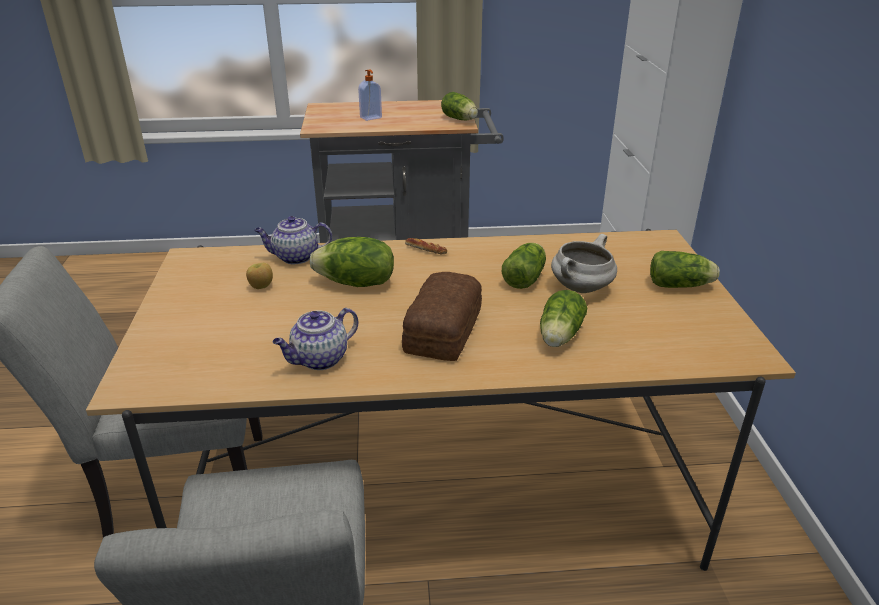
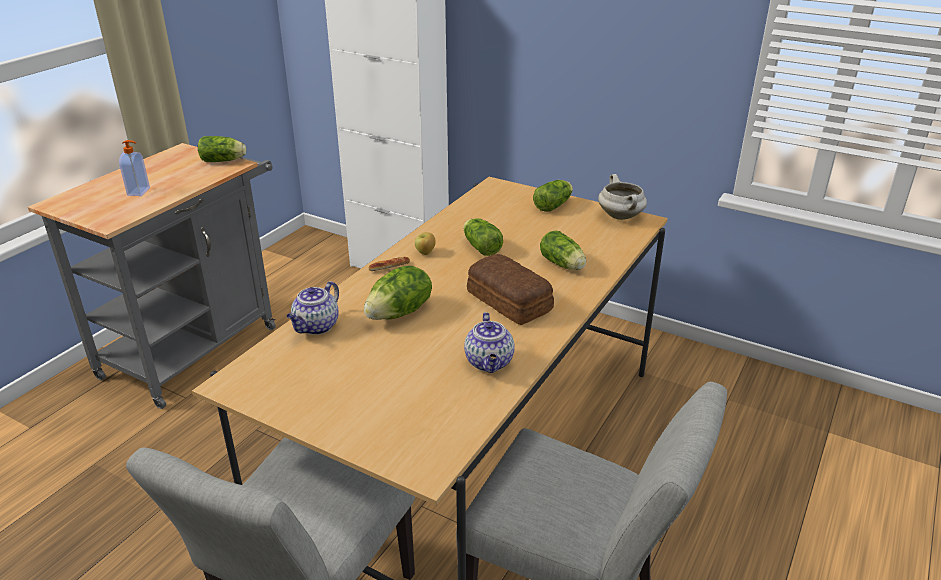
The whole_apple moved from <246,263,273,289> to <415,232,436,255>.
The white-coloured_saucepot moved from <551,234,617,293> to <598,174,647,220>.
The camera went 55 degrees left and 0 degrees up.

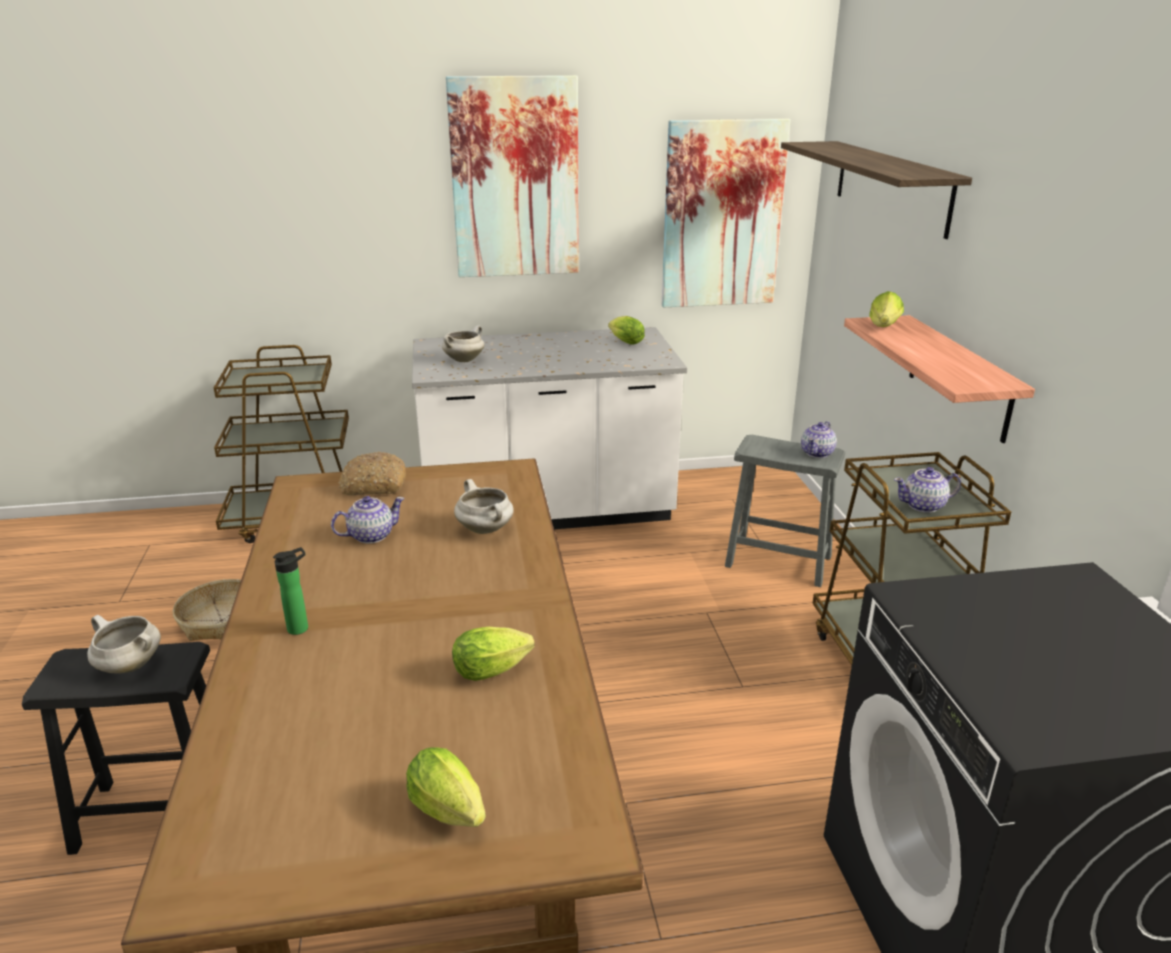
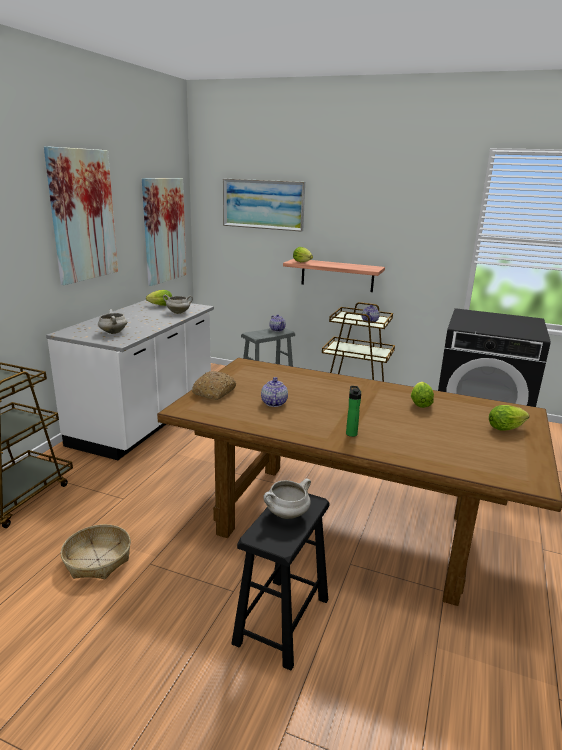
The white-coloured_saucepot moved from <454,479,514,534> to <163,295,193,314>.
The shelf at <781,141,972,239> was replaced by the wall_art at <223,179,305,232>.
The camera went 60 degrees left and 5 degrees down.

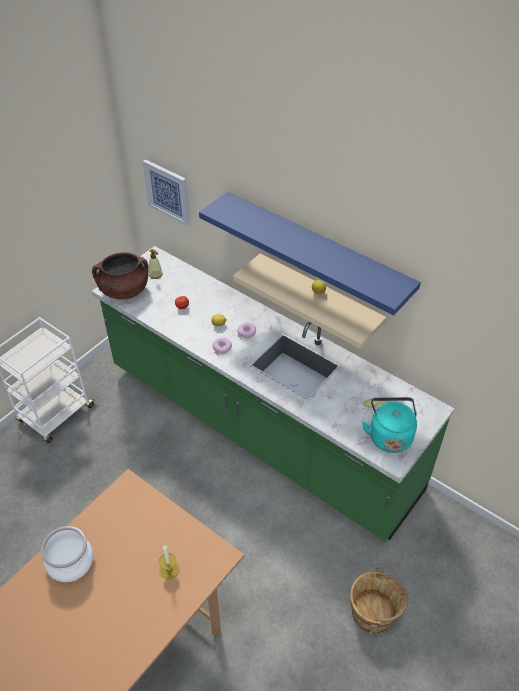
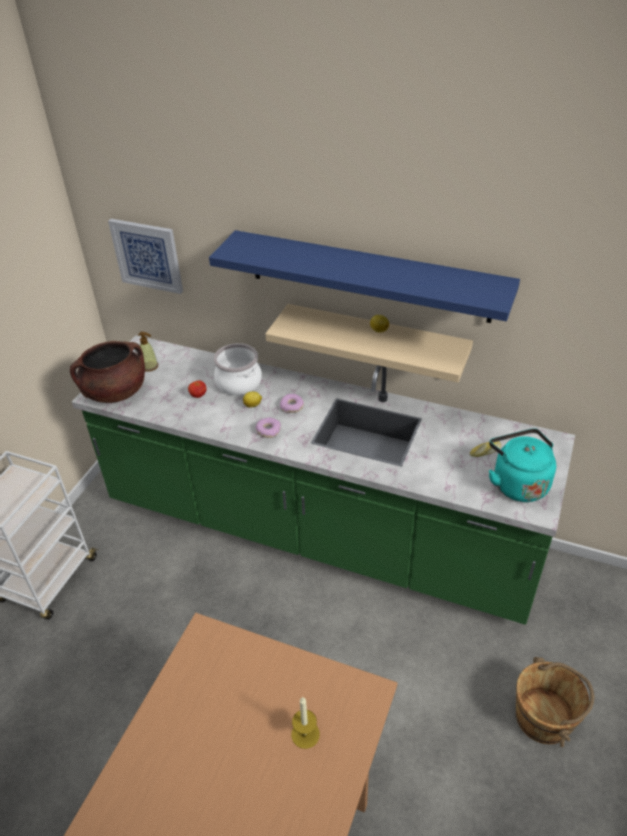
The saucepot moved from <41,526,93,582> to <214,343,262,396>.
The camera went 15 degrees left and 5 degrees down.

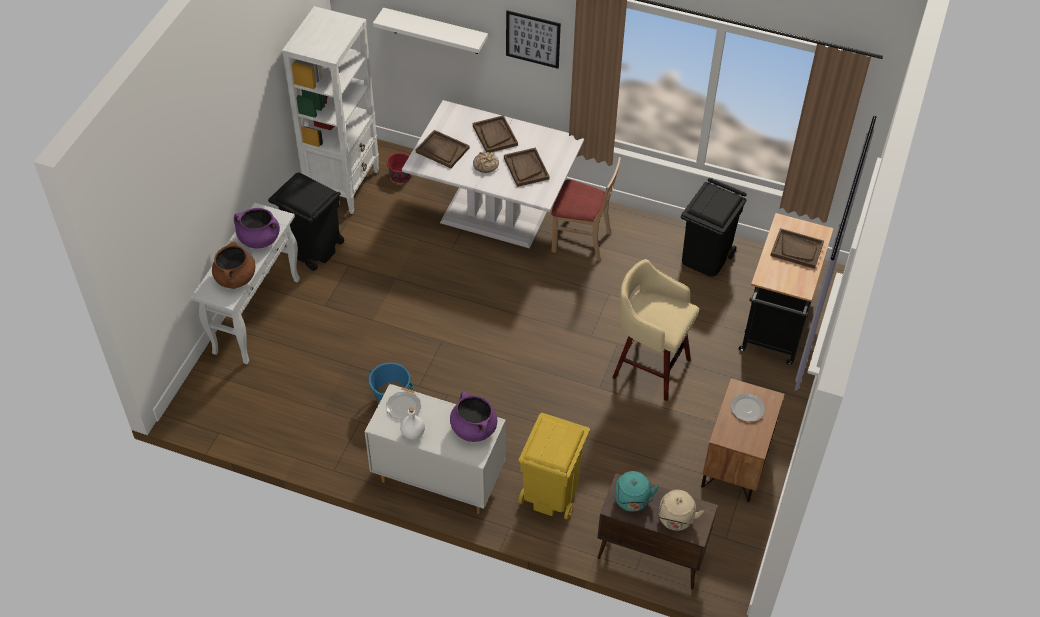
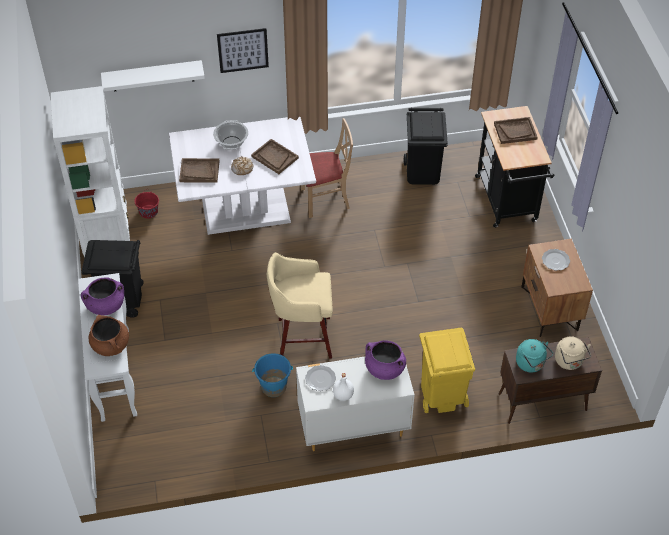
The beige-coloured_stool moved from <612,259,699,401> to <267,252,333,359>.
The brown_carrying_tray at <473,115,518,153> was replaced by the saucepot at <213,120,248,150>.
The camera went 30 degrees left and 0 degrees up.

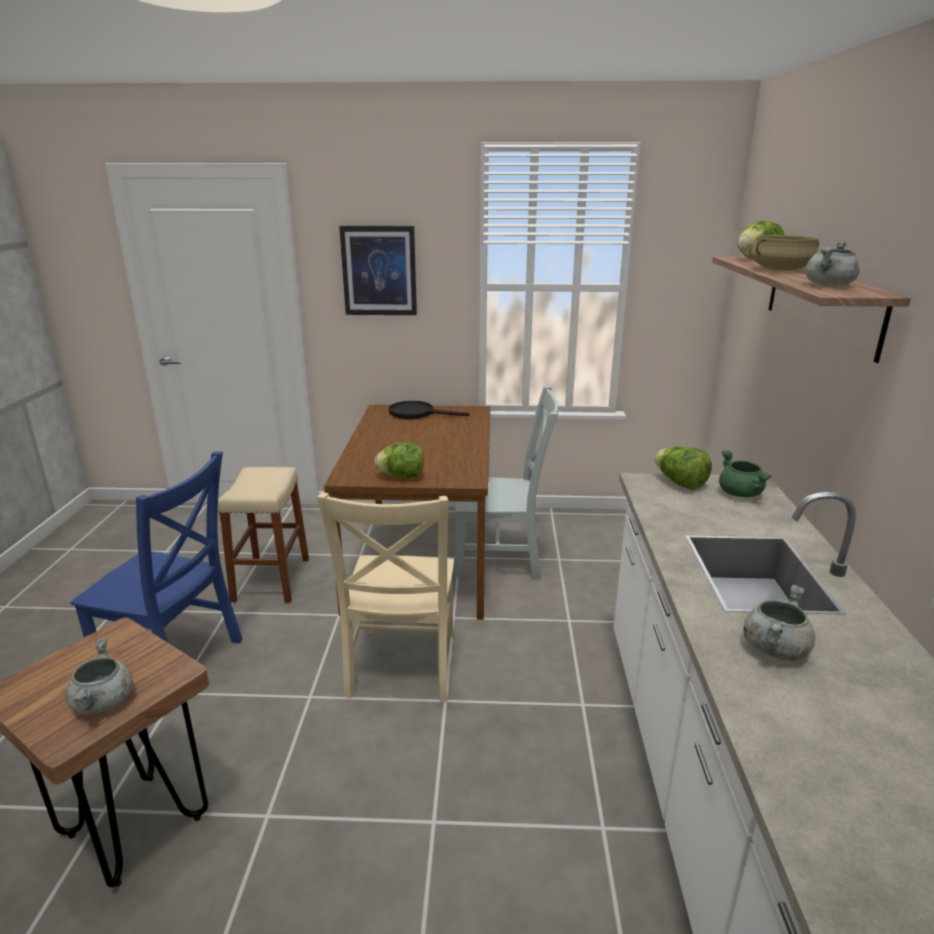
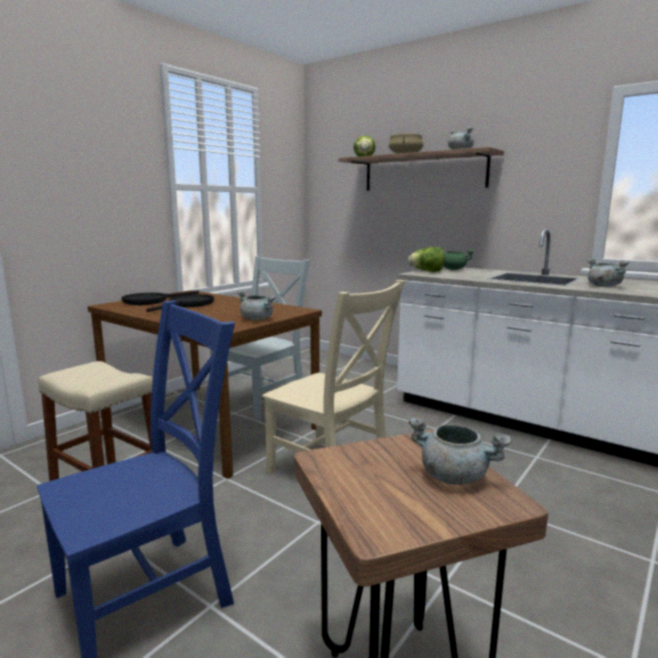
The wall_art at <339,226,417,315> disappeared.
The black_pan at <146,294,214,312> appeared.
The lettuce at <374,442,424,479> was replaced by the grey_saucepot at <237,290,276,320>.
The camera went 55 degrees left and 10 degrees down.

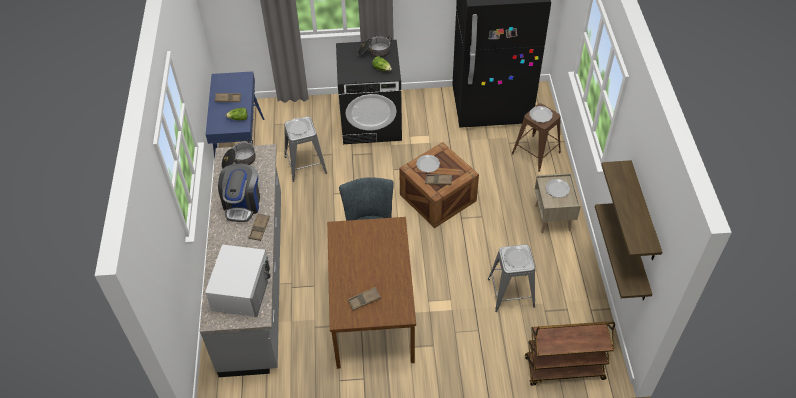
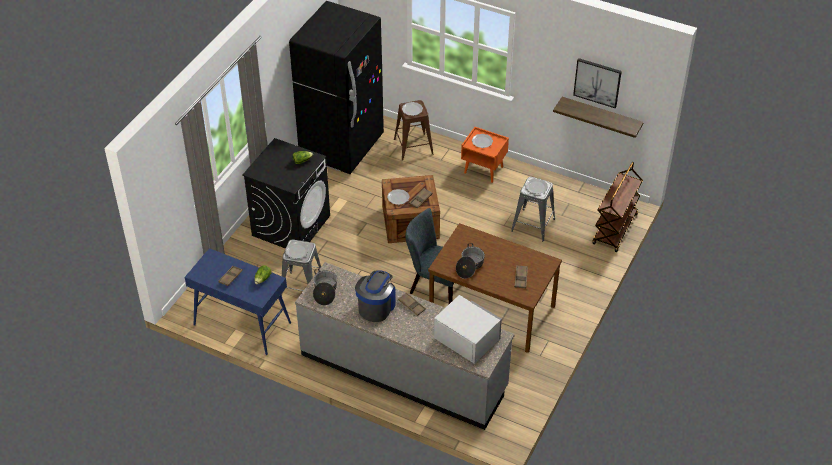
The saucepot moved from <357,36,392,58> to <456,243,485,279>.
The shelf at <601,160,662,260> was replaced by the wall_art at <573,58,622,108>.
The beige-coloured_nightstand at <535,173,581,233> became the orange-coloured_nightstand at <461,127,509,183>.
The coffee_machine at <218,164,260,222> turned 105 degrees counterclockwise.
The camera went 60 degrees left and 5 degrees down.

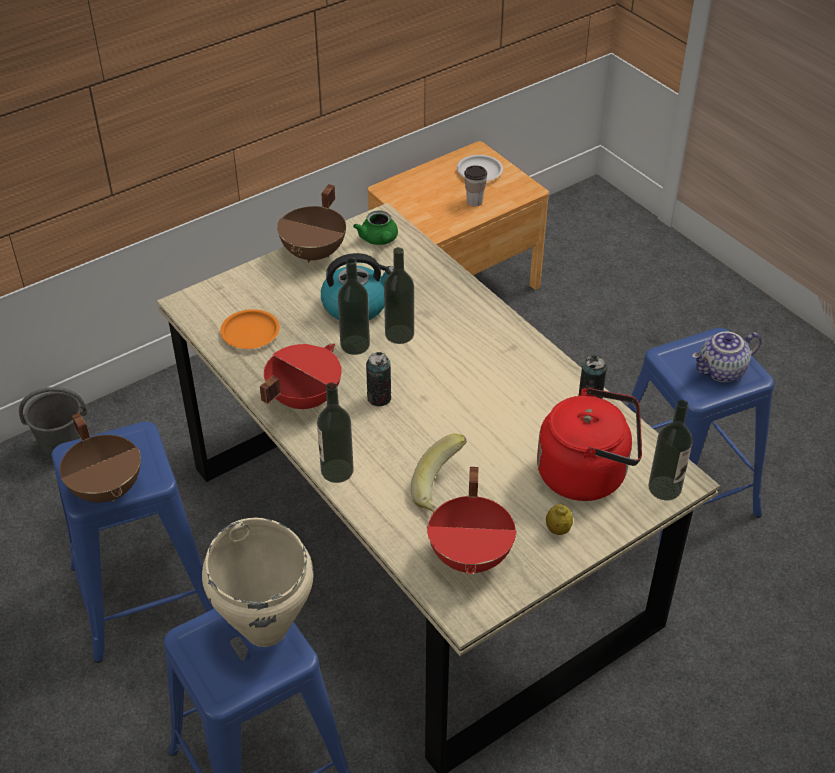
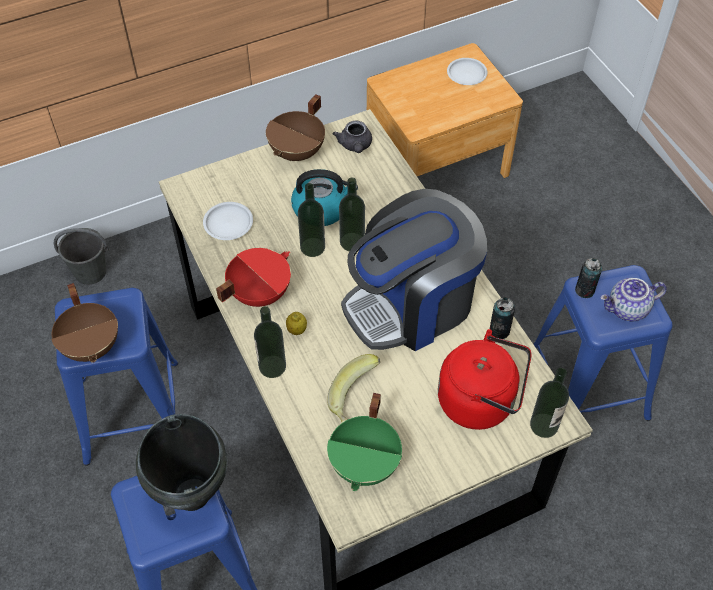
The cup at <464,165,487,206> disappeared.
The coffee_machine at <341,189,487,351> appeared.
The can moved from <366,352,391,406> to <575,258,602,298>.
The citrus_fruit moved from <546,504,573,535> to <286,312,307,335>.
The beige-coloured_saucepot at <202,518,314,647> became the black_saucepot at <136,414,228,511>.
The orange-coloured_flat_dish at <220,309,280,349> became the white-coloured_flat_dish at <203,202,253,240>.
The greenish_pot_for_tea at <353,211,398,245> became the grey_pot_for_tea at <333,120,372,153>.
The reddish_saucepot at <427,467,517,574> became the greenish_saucepot at <327,393,402,491>.
The camera went 10 degrees right and 10 degrees up.

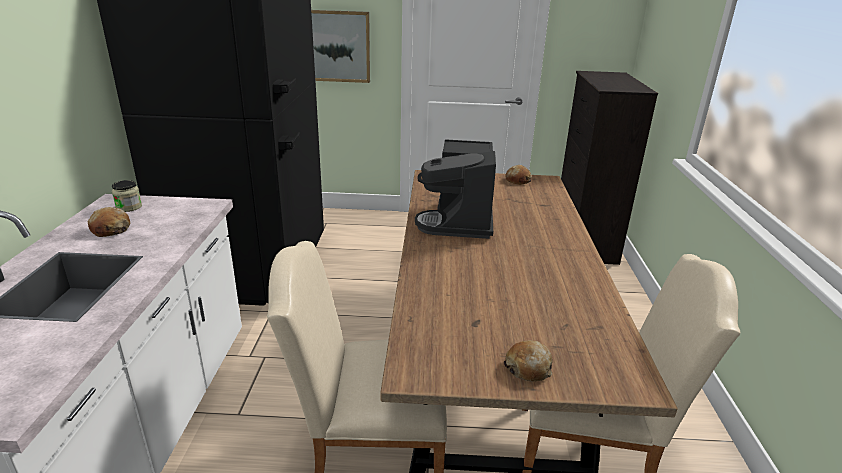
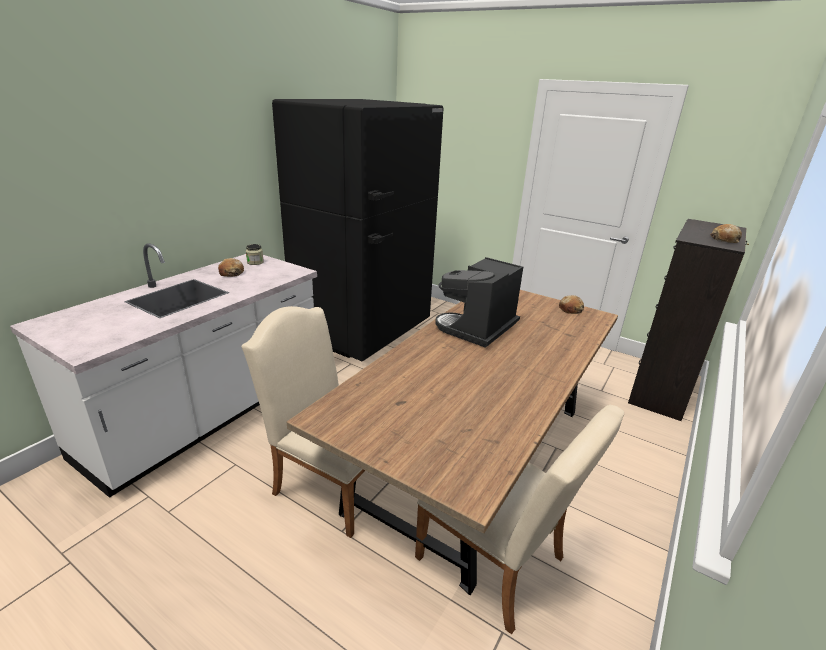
The wall_art at <311,10,370,83> disappeared.
The baked_bread moved from <504,341,553,382> to <710,224,742,243>.
The camera went 30 degrees right and 0 degrees up.

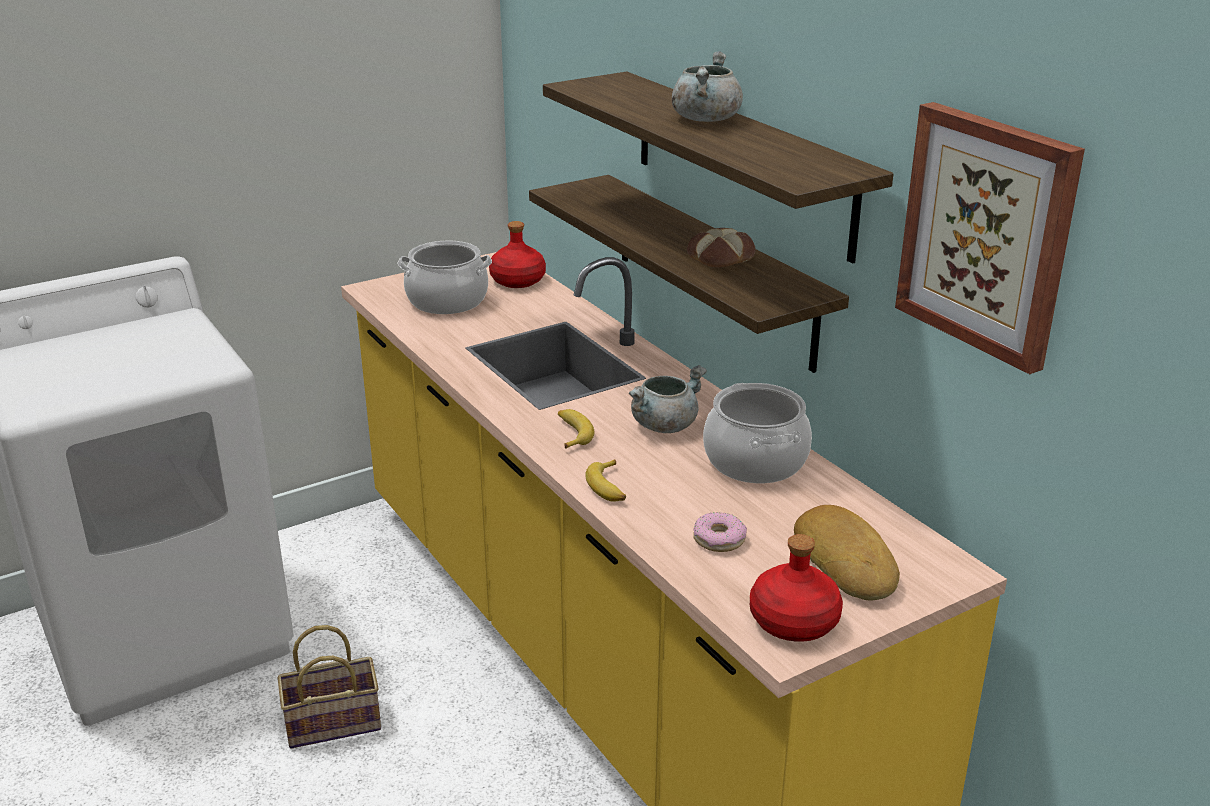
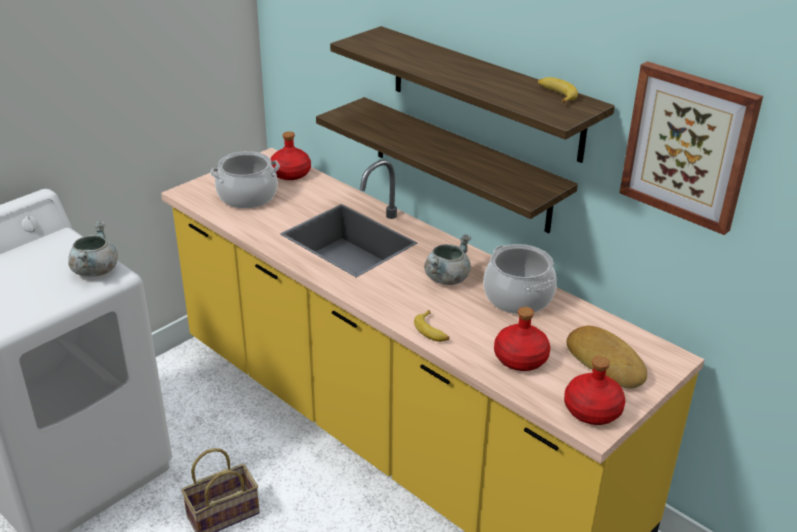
The baked_bread at <687,228,755,268> disappeared.
The banana_fruit moved from <558,409,594,449> to <538,77,578,103>.
The grey_saucepot moved from <672,51,743,122> to <68,221,118,277>.
The ring_doughnut at <693,512,747,552> was replaced by the reddish_bottle at <494,307,550,371>.
The camera went 15 degrees left and 5 degrees up.

